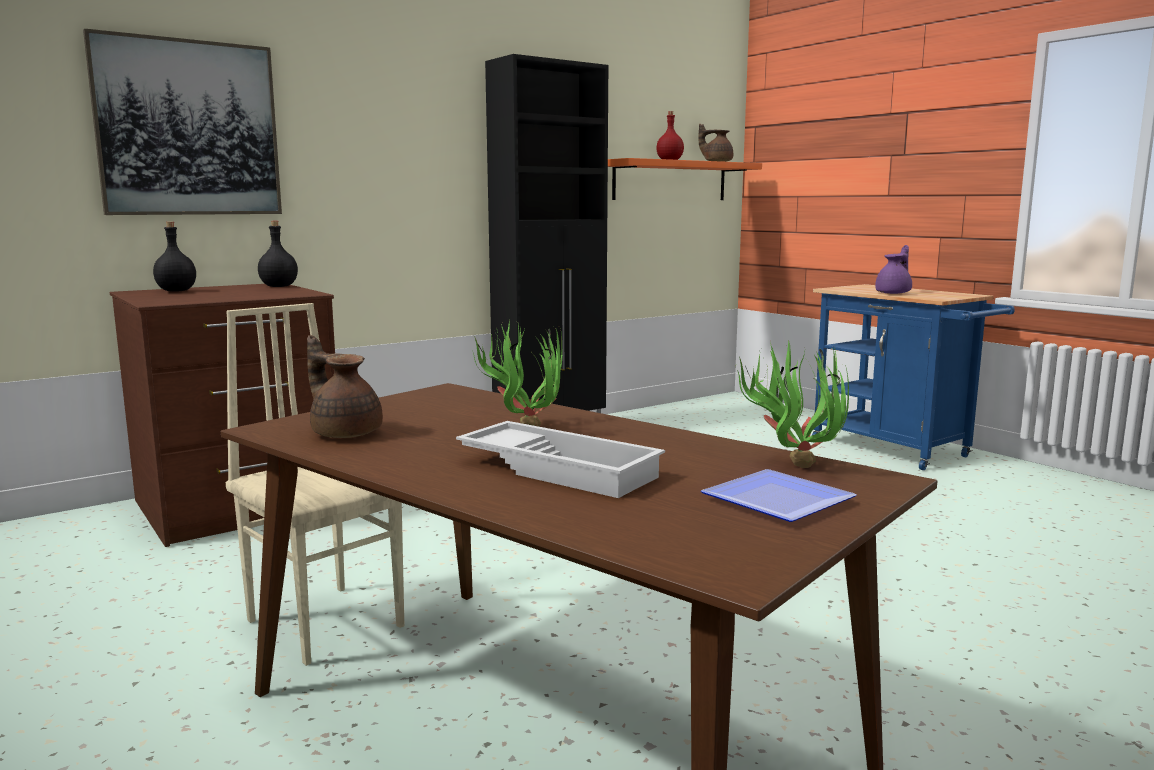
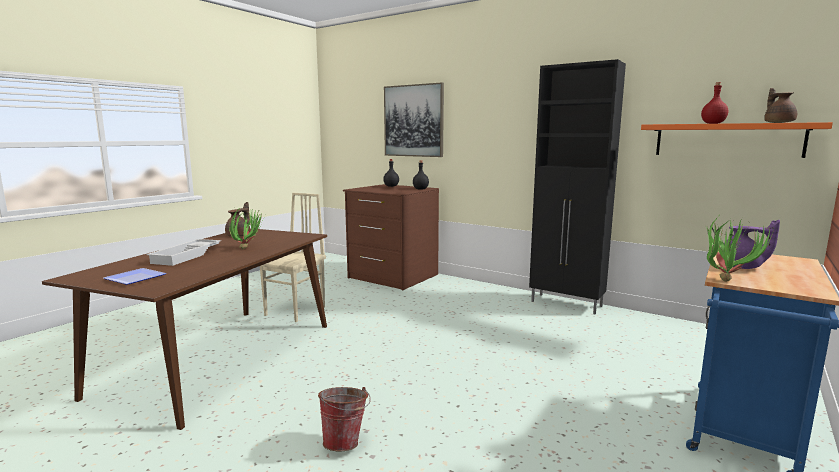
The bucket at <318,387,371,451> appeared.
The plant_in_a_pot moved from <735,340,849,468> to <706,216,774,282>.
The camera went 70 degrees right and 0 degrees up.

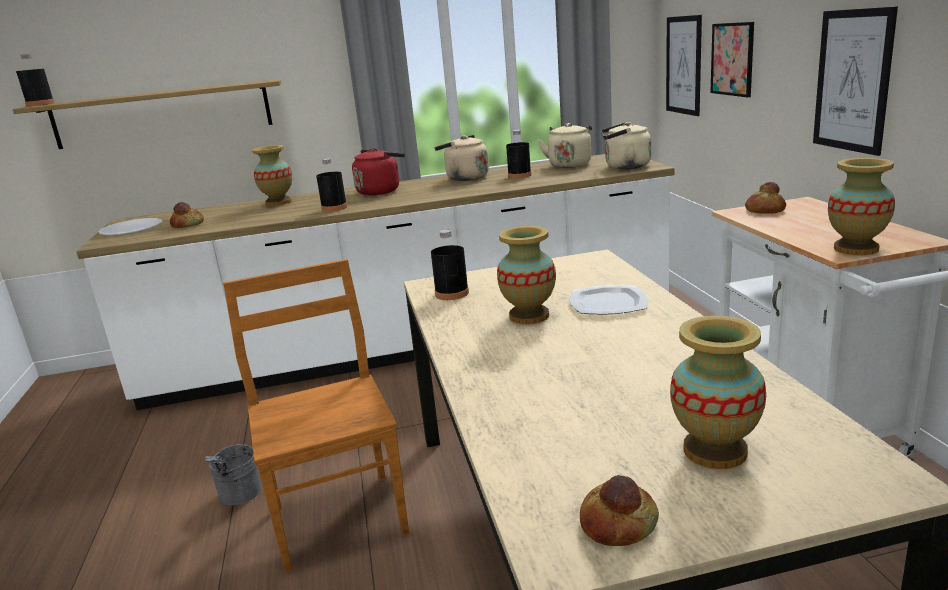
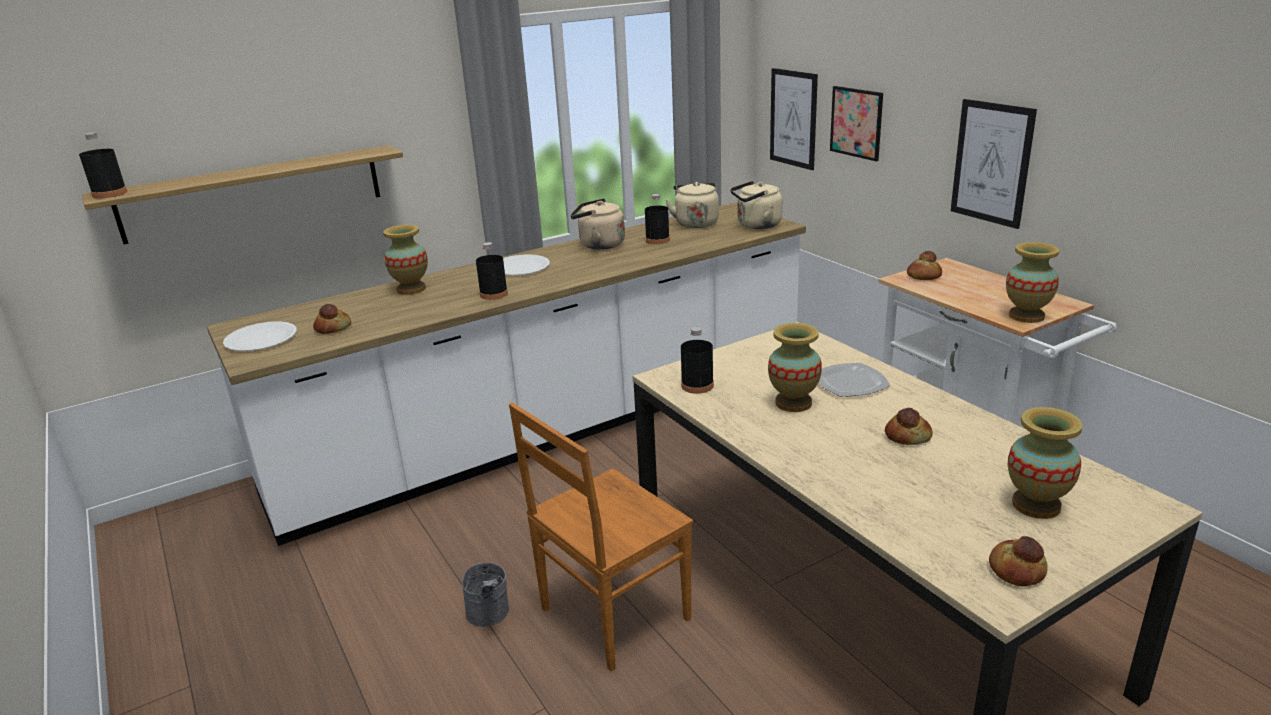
The baked_bread at <885,408,933,445> appeared.
The reddish_water_kettle at <352,148,405,195> was replaced by the white-coloured_flat_dish at <503,254,550,276>.
The brown_chair at <223,259,409,573> turned 90 degrees counterclockwise.
The camera went 20 degrees left and 5 degrees up.

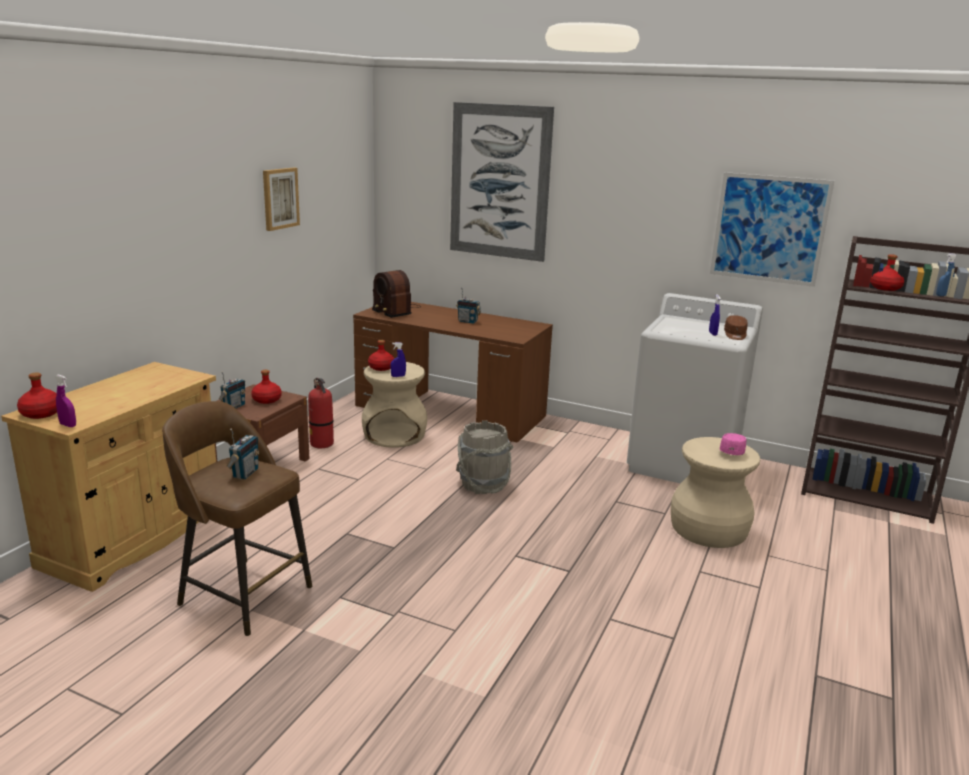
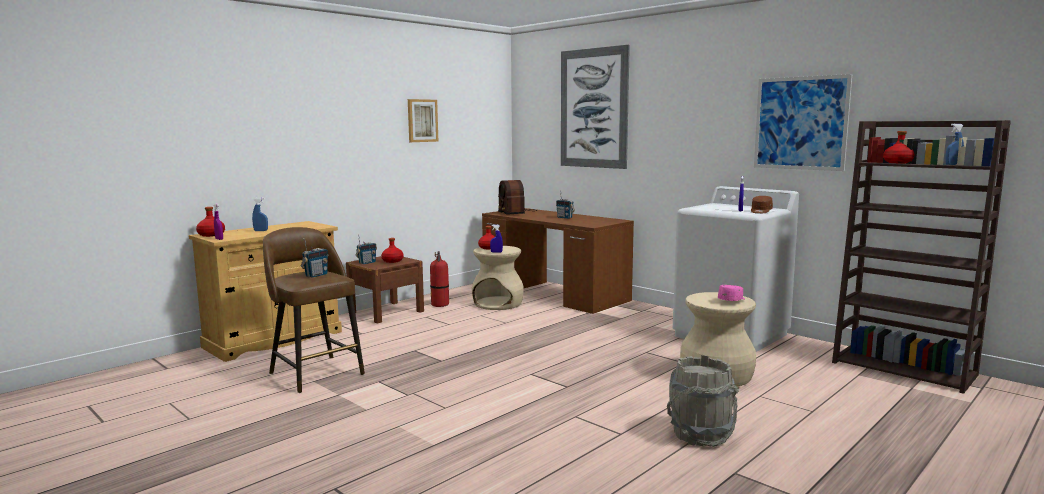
The blue_spray_bottle at <252,198,268,231> appeared.
The grey_bucket moved from <456,420,513,494> to <667,355,739,447>.
The camera went 20 degrees right and 10 degrees down.

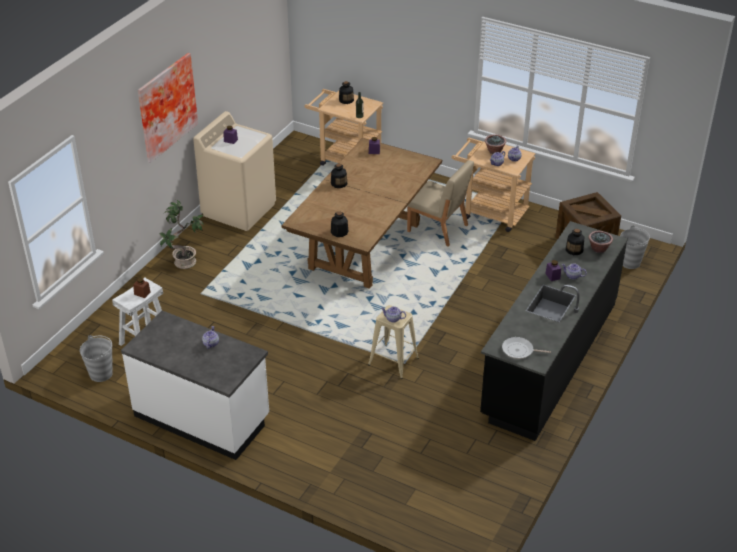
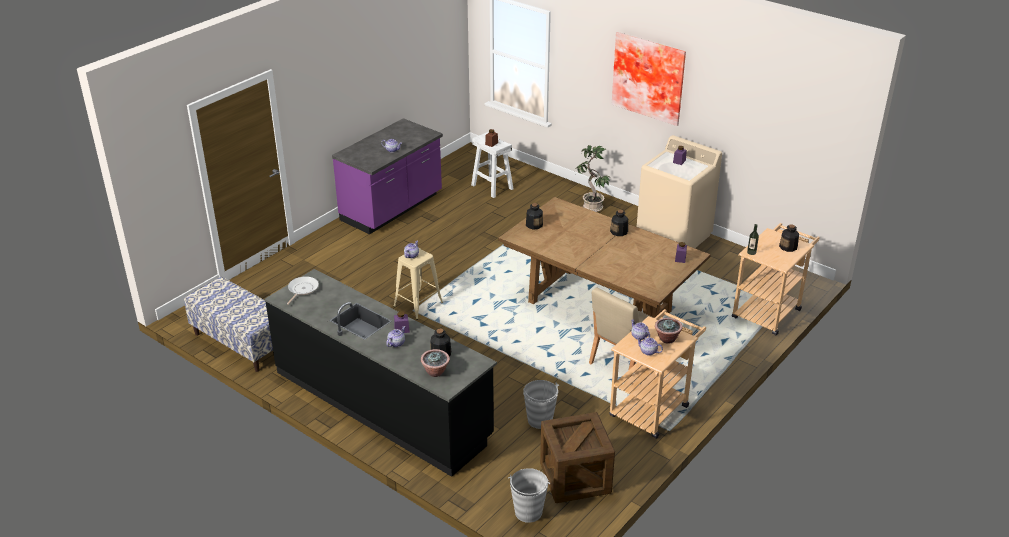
The long_seat at <184,277,273,372> appeared.
The grey_bucket moved from <80,335,113,382> to <523,380,559,429>.
The white-coloured_kitchen_counter at <121,310,269,460> became the purple_kitchen_counter at <332,118,443,234>.
The camera went 100 degrees right and 5 degrees down.

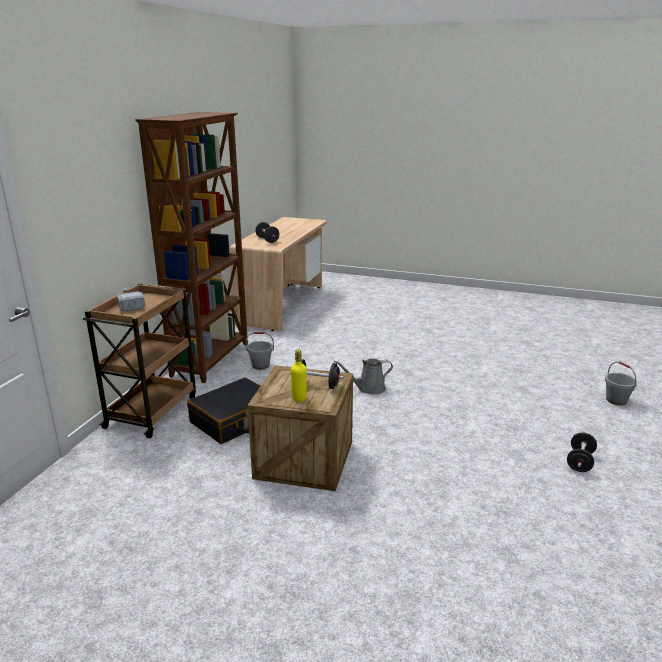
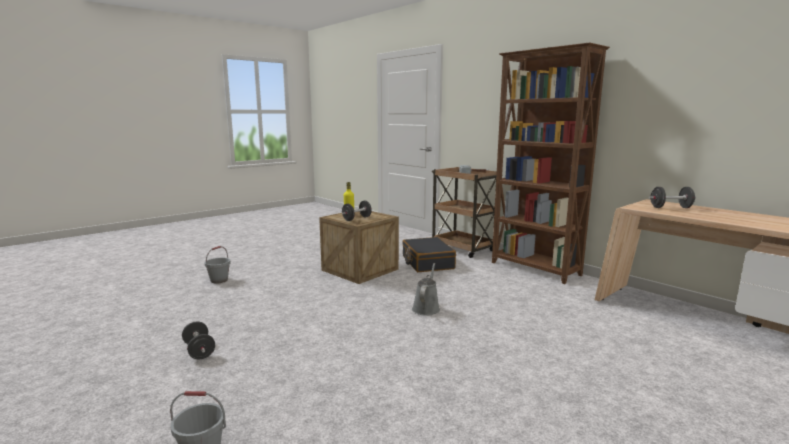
The grey_bucket moved from <245,332,274,370> to <204,246,231,284>.
The camera went 120 degrees right and 10 degrees down.

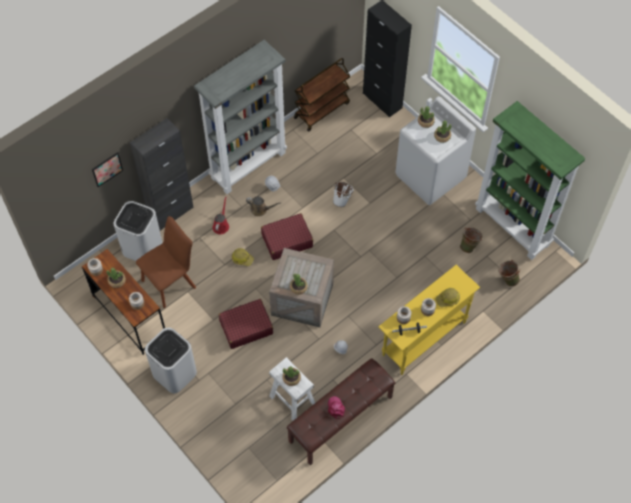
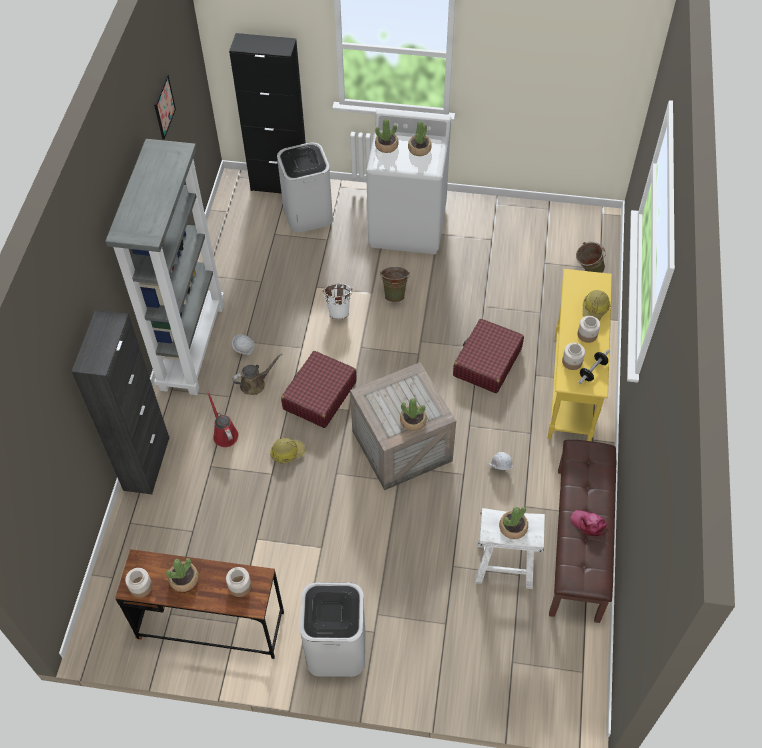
The brown_chair at <136,216,196,308> disappeared.
The brown_trolley at <294,58,351,132> disappeared.
The greenish_bookcase at <475,101,586,260> disappeared.
The wall_art moved from <92,152,123,187> to <154,74,176,139>.
The white-coloured_rubbish_bin moved from <114,201,162,261> to <277,142,333,233>.
The reddish_travel_case moved from <219,299,273,349> to <453,319,524,393>.
The greenish_bucket moved from <460,227,483,253> to <380,267,410,302>.
The camera went 40 degrees left and 5 degrees down.

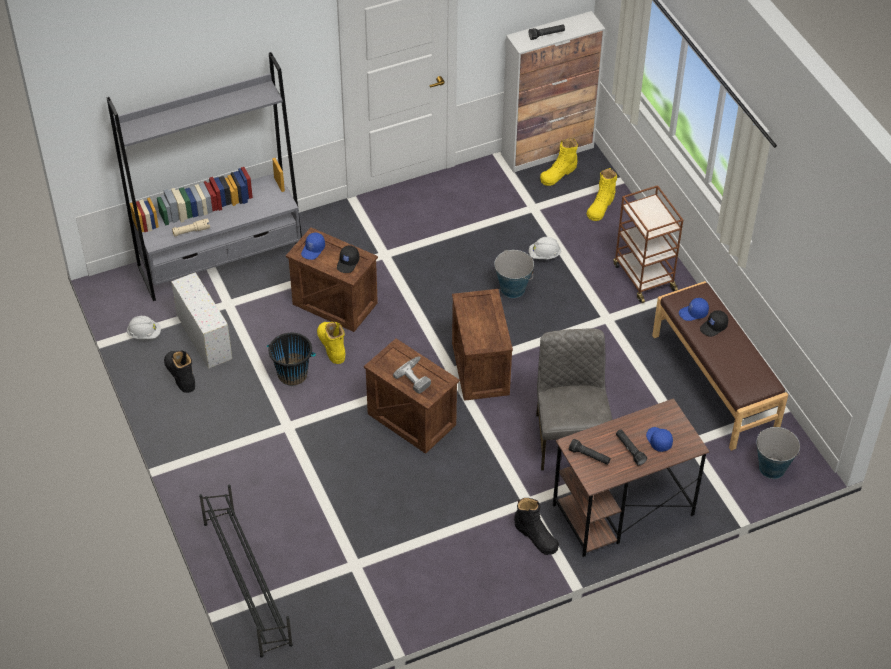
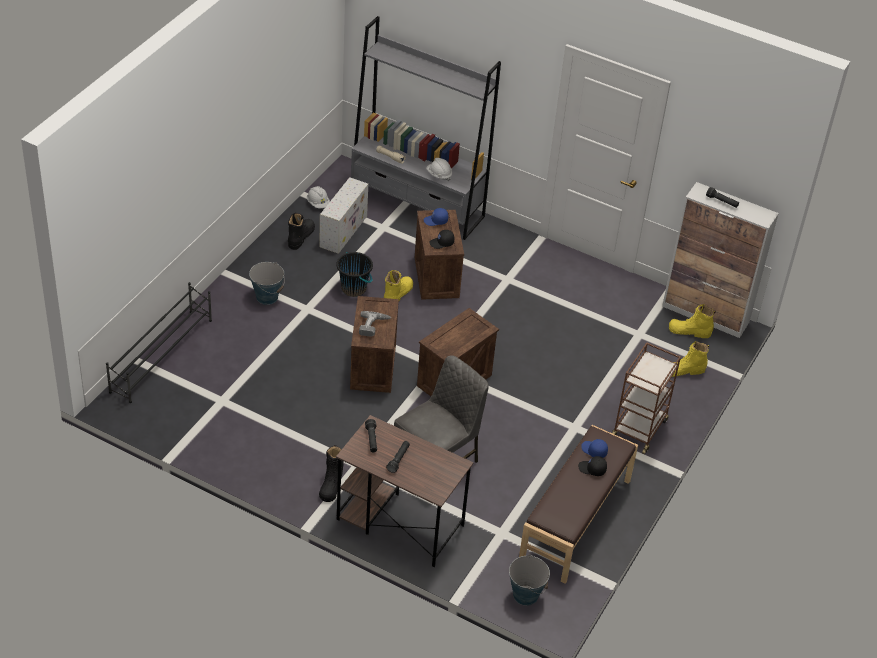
The blue_baseball_cap at <646,427,673,452> disappeared.
The bucket moved from <494,250,534,298> to <249,262,285,305>.
The white-coloured_hard_hat moved from <529,237,561,259> to <426,158,452,181>.
The camera went 50 degrees right and 5 degrees down.

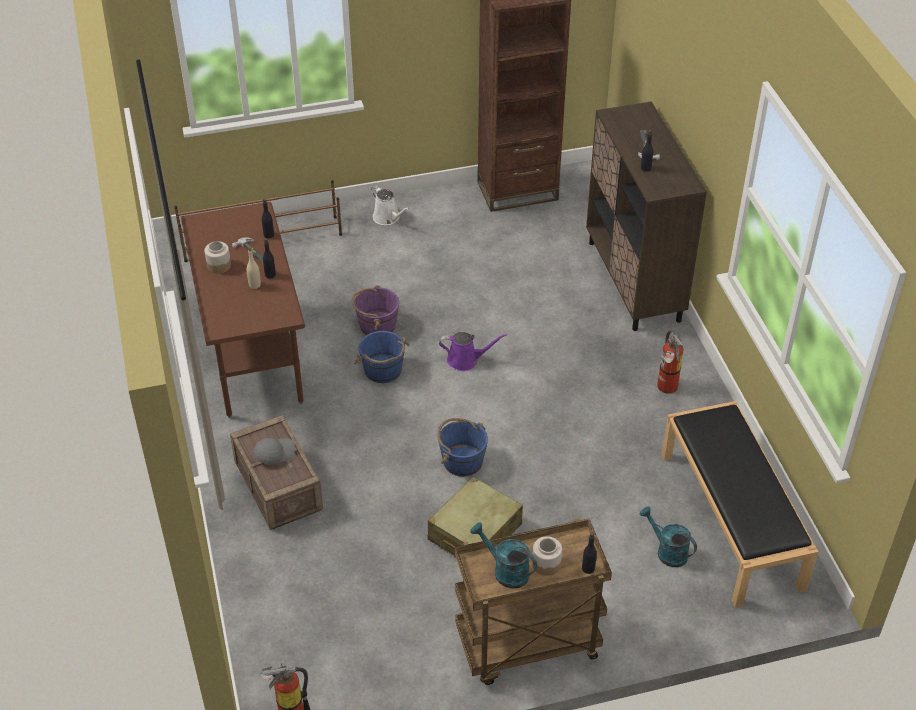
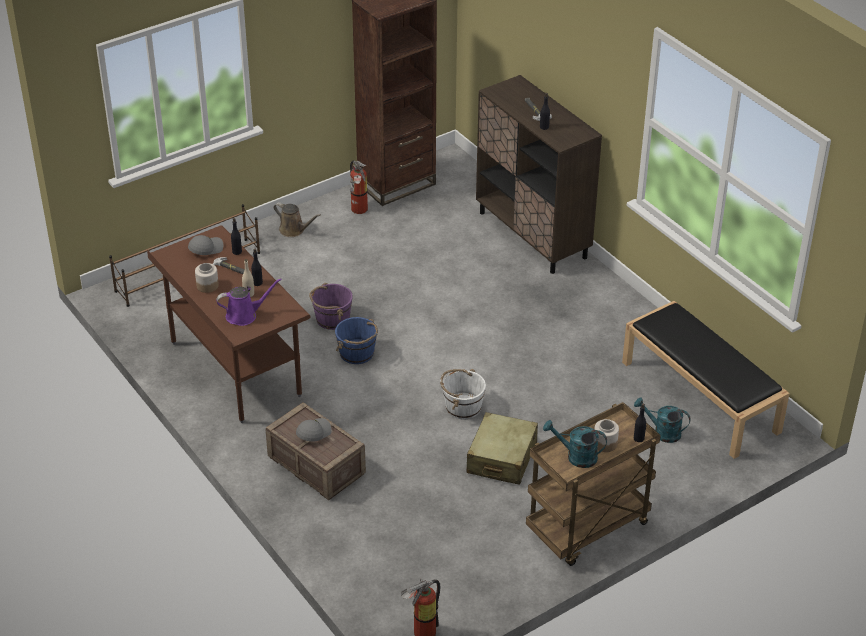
The grey_baseball_cap at <188,235,224,255> appeared.
The purple_sprinkling_can moved from <439,332,507,371> to <216,278,282,326>.
The extinguisher moved from <657,331,684,394> to <350,160,368,214>.
The white-coloured_sprinkling_can at <371,185,409,225> became the brown_sprinkling_can at <273,202,321,237>.
The blue_bucket at <437,418,488,477> became the white-coloured_bucket at <440,369,486,419>.
The camera went 20 degrees left and 5 degrees down.

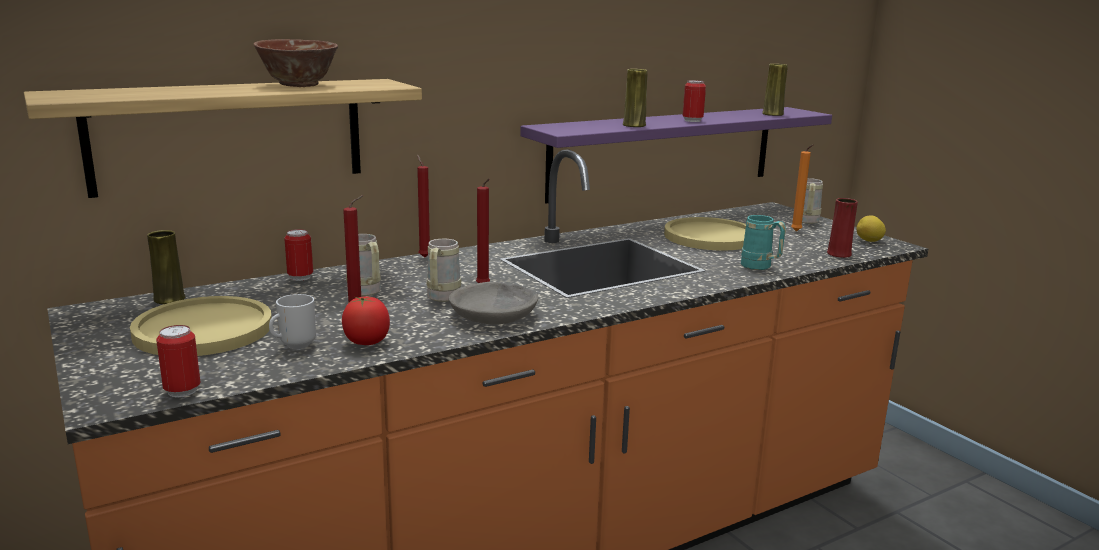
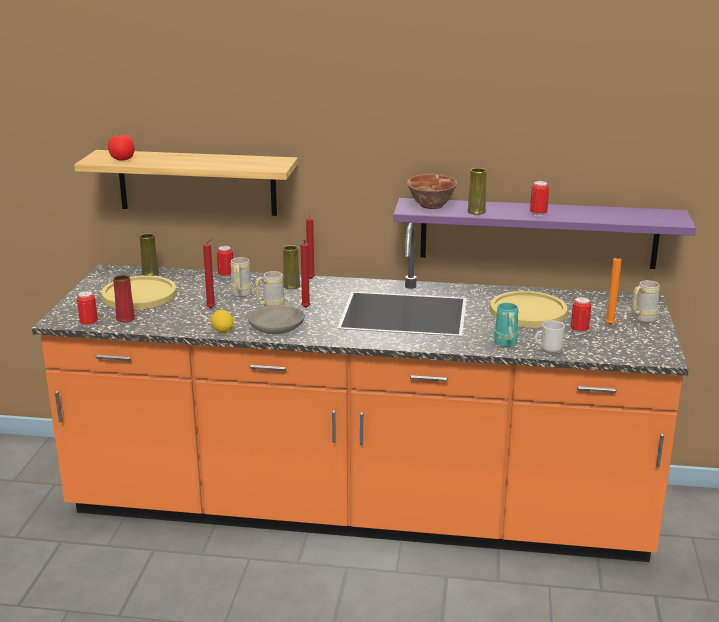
The can at <571,297,591,334> appeared.
The bowl moved from <254,39,338,87> to <407,174,457,209>.
The coffee_mug moved from <269,294,316,349> to <535,320,565,354>.
The tomato moved from <342,296,390,345> to <108,134,135,161>.
The yellowish_flower_vase moved from <762,64,788,116> to <283,245,300,289>.
The reddish_flower_vase moved from <827,198,858,258> to <113,275,135,322>.
The citrus_fruit moved from <856,215,886,242> to <210,310,234,333>.
The camera went 40 degrees right and 5 degrees up.

